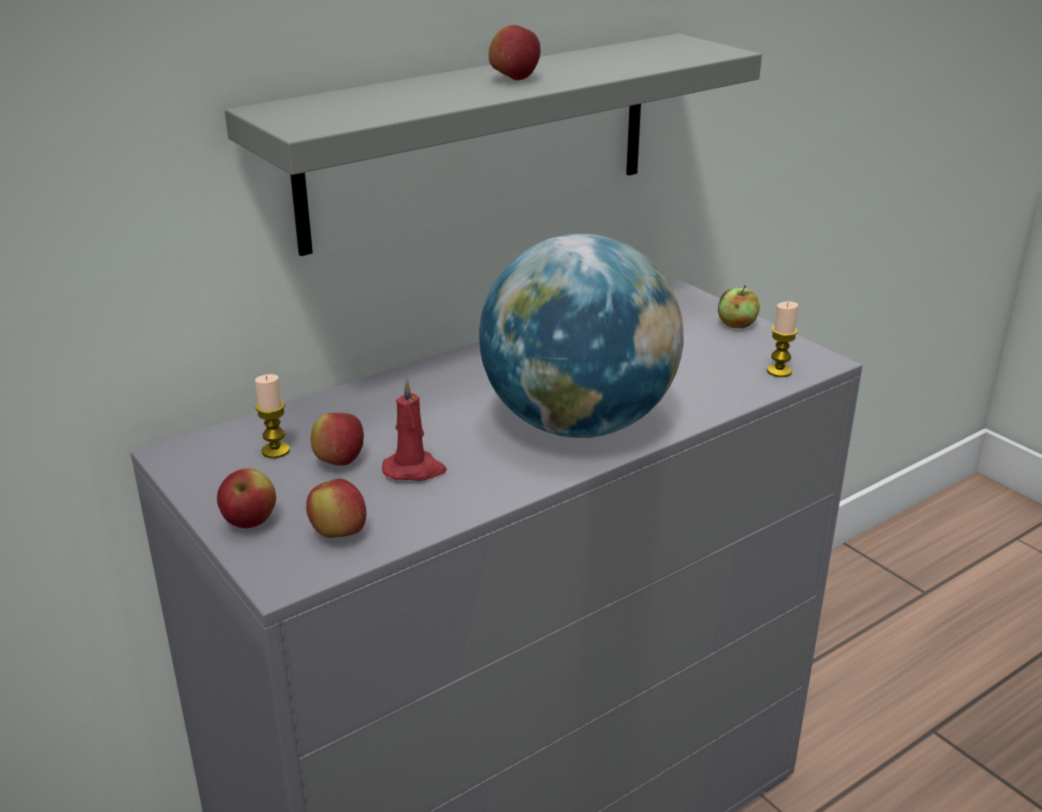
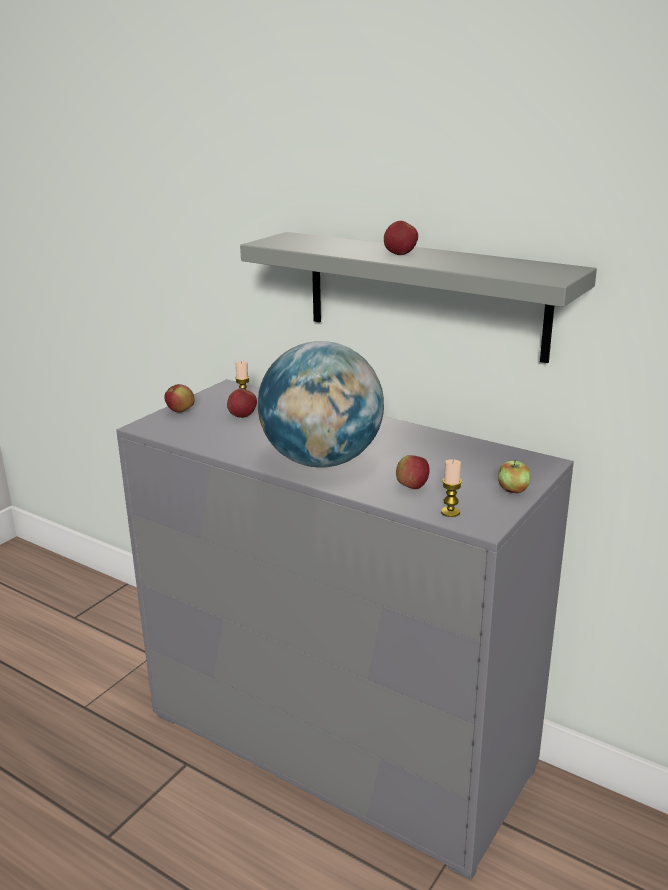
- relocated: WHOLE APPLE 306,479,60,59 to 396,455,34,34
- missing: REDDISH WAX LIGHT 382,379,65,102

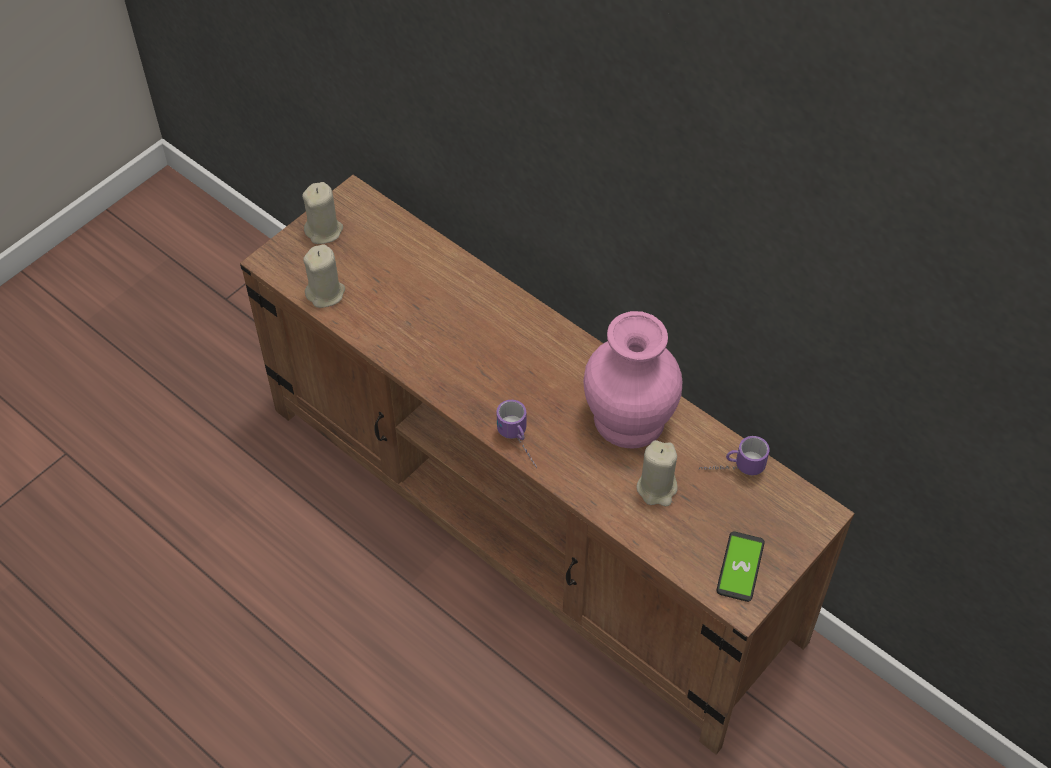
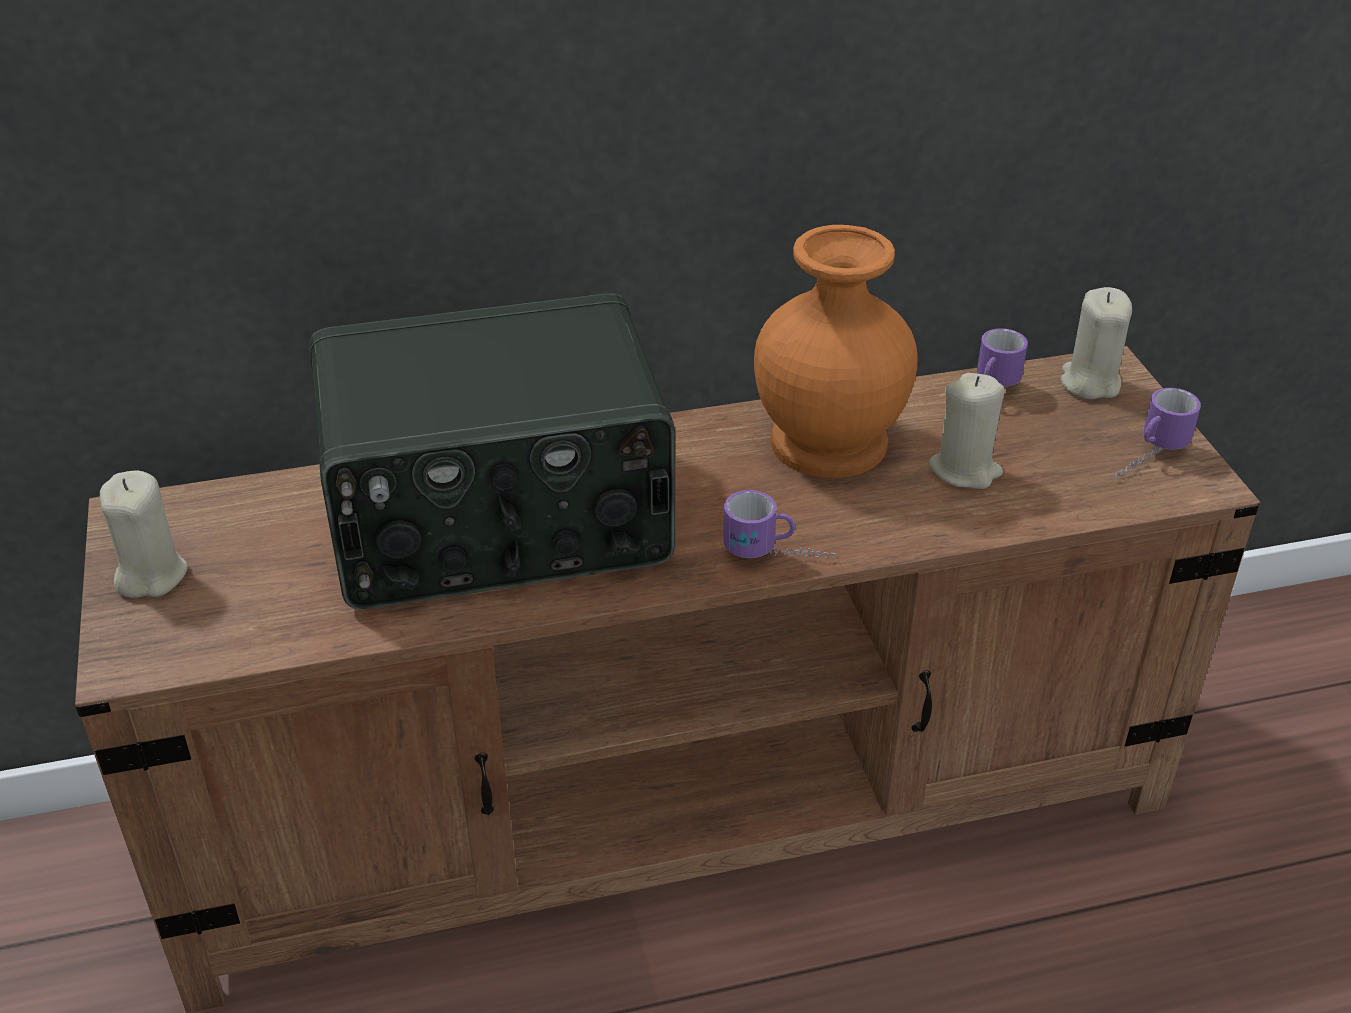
- appeared: RADIO 309,294,366,315
- colour: PINK-COLOURED DECORATIVE VASE 583,311,99,138 to ORANGEY DECORATIVE VASE 754,225,164,253
- relocated: SAND-COLOURED WAX LIGHT 303,244,42,64 to 1061,287,71,112
- exchanged: HANDSET 717,531,48,71 to MUG 1114,388,87,91

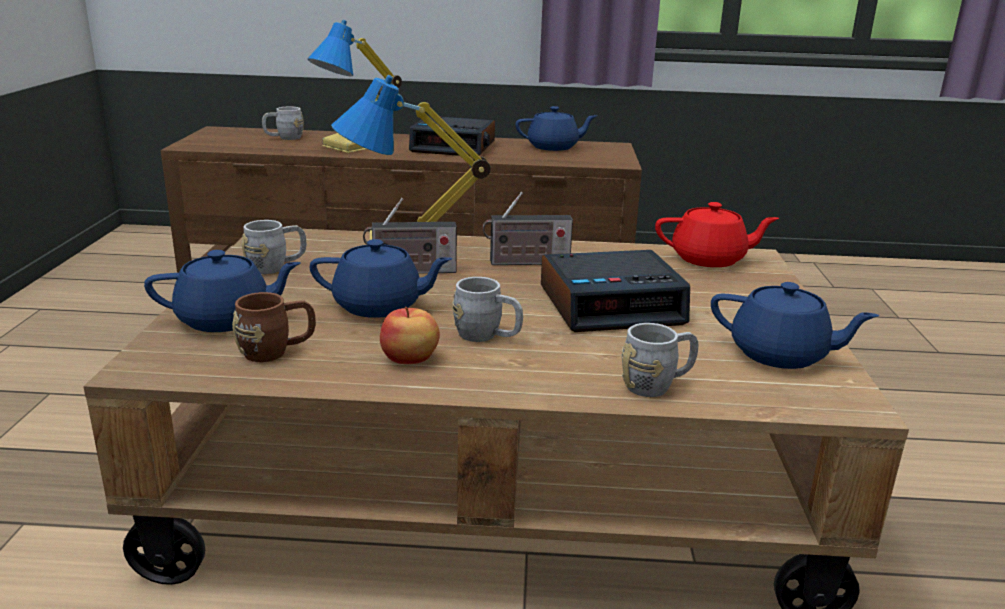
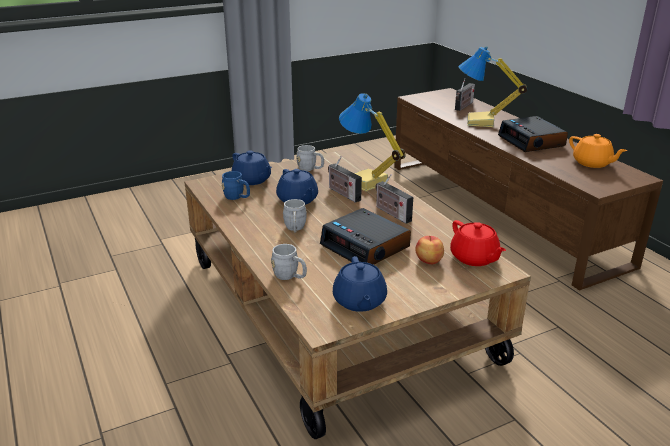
- colour: BROWNISH MUG 232,292,84,70 to BLUE MUG 221,171,29,29
- relocated: WHOLE APPLE 380,307,60,57 to 415,236,29,28
- exchanged: GRAY MUG 262,107,42,33 to RADIO 455,78,20,33
- colour: BLUE TEAPOT 515,106,82,45 to ORANGEY TEAPOT 569,134,58,34

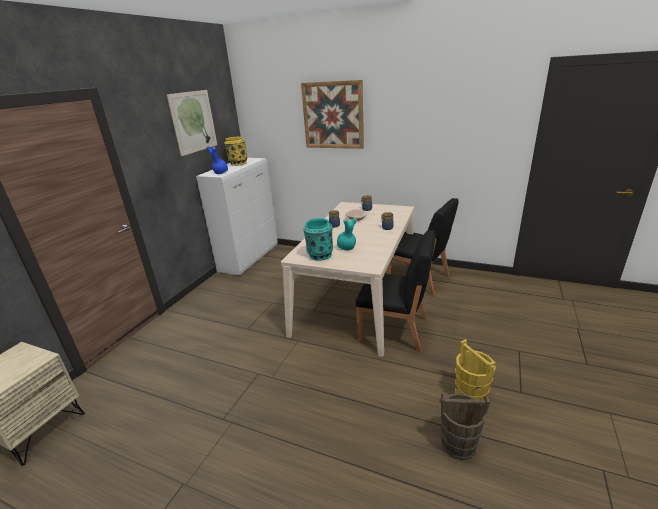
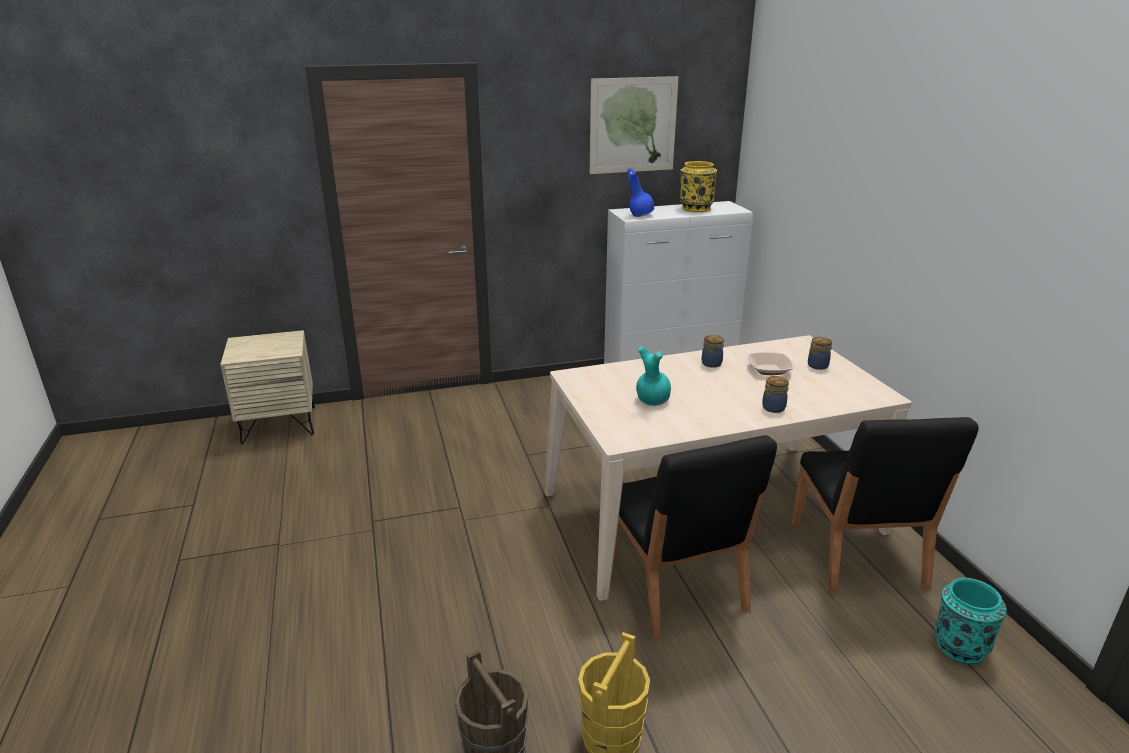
- relocated: TURQUOISE-COLOURED DECORATIVE VASE 303,218,30,43 to 934,578,73,86
- missing: PICTURE 301,80,63,69

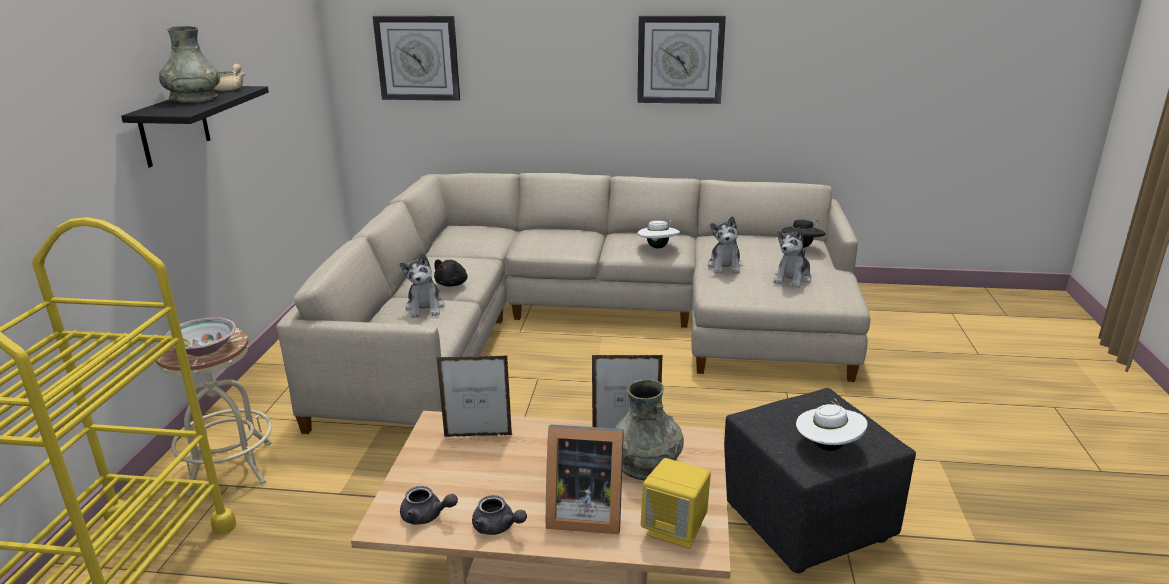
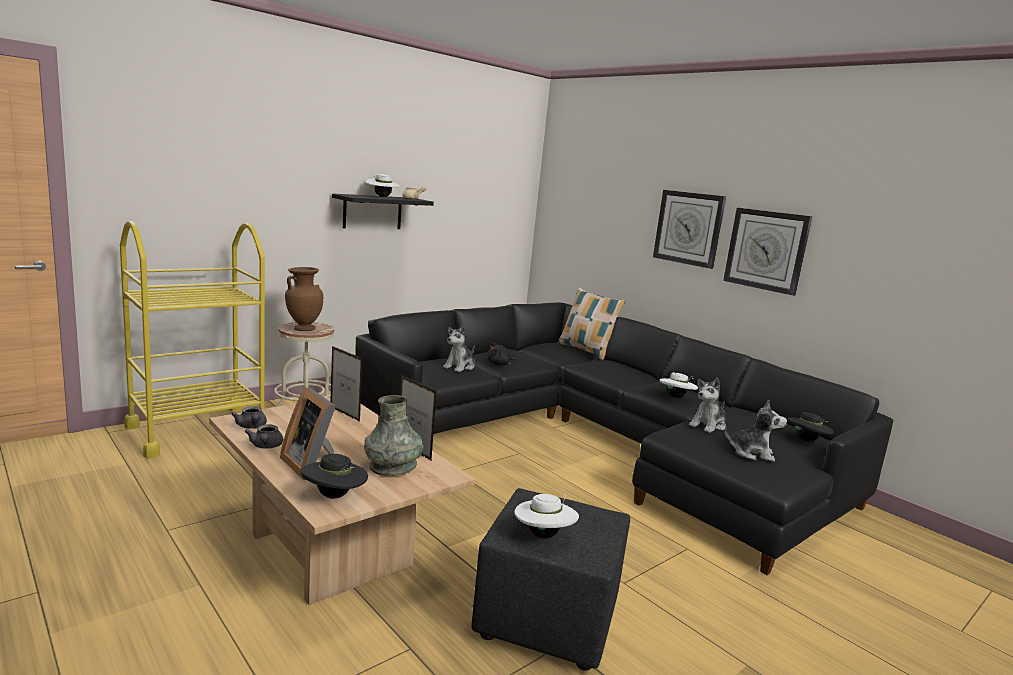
- exchanged: DEEP DISH 165,317,71,39 to BROWNISH DECORATIVE VASE 285,267,38,64
- exchanged: YELLOWISH SPEAKER 641,458,70,91 to BLACKISH CLOTHING HAT 301,454,67,45
- colour: SAND-COLOURED SETTEE 276,173,594,261 to BLACKISH SETTEE 355,302,538,273
- exchanged: GRAY DECORATIVE VASE 159,26,61,77 to WHITISH CLOTHING HAT 366,173,34,24
- appeared: THROW PILLOW 557,288,69,72
- relocated: HANGING CLOCK 372,16,88,85 to 653,190,73,79
- spun: SOFT TOY 773,227,39,61 = 725,400,62,62 150 degrees counterclockwise

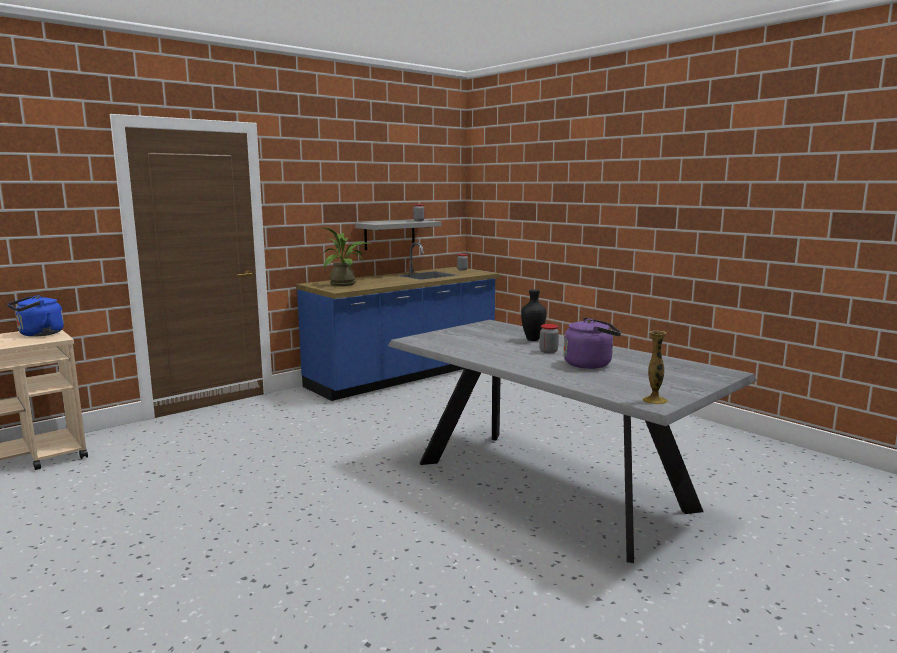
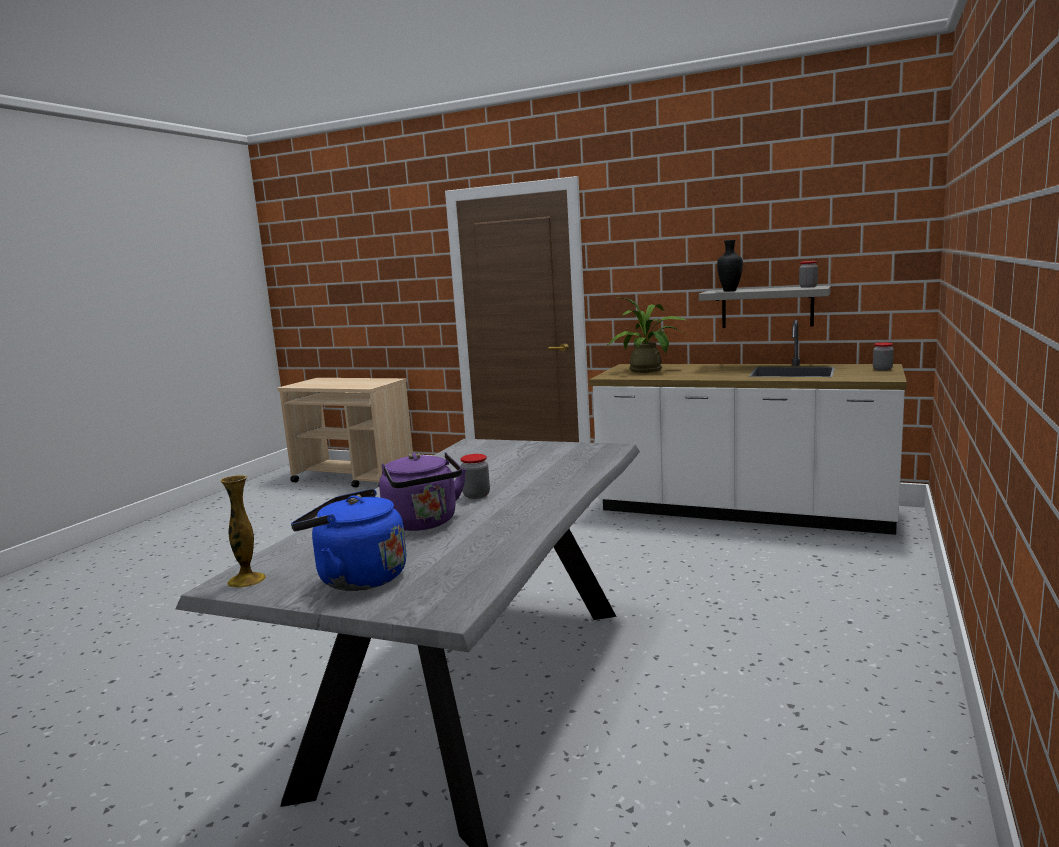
- relocated: BLUE WATER KETTLE 7,295,57,42 to 291,489,115,102
- colour: BLUE KITCHEN BASE UNIT 296,242,203,159 to WHITISH KITCHEN BASE UNIT 589,320,318,215
- relocated: BLACKISH DECORATIVE VASE 521,289,25,52 to 717,240,26,51

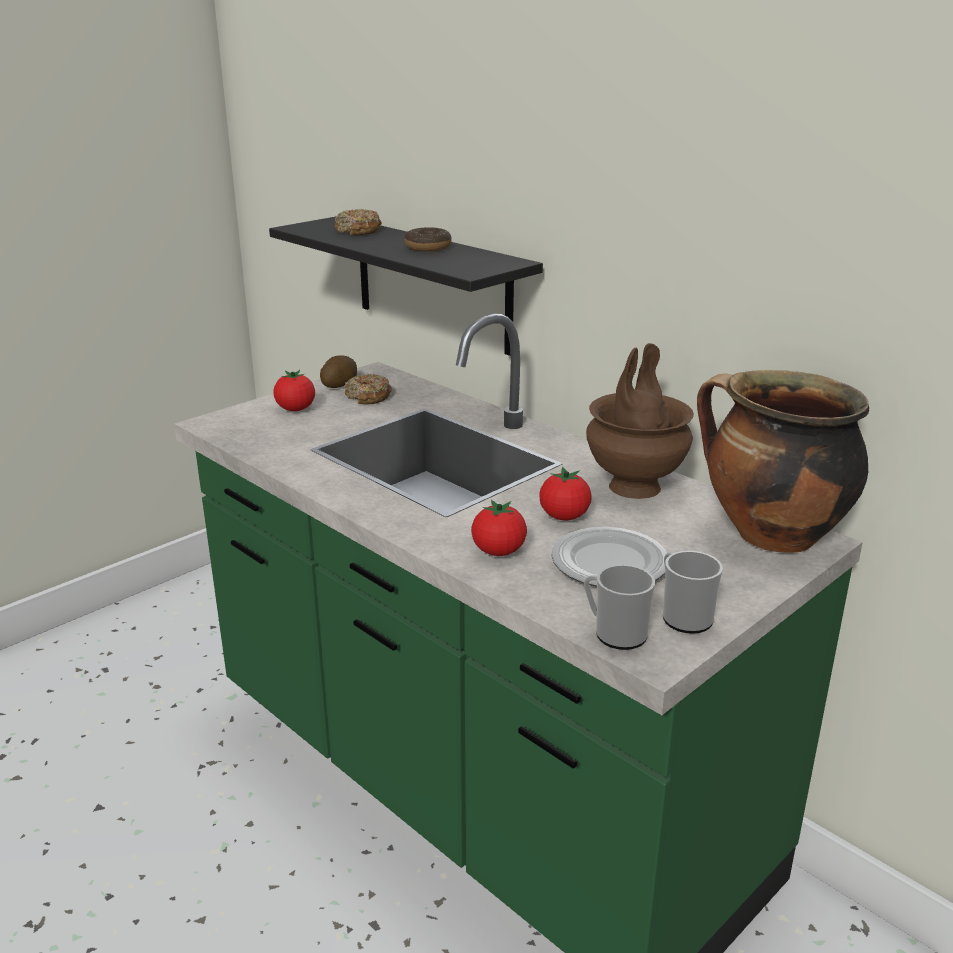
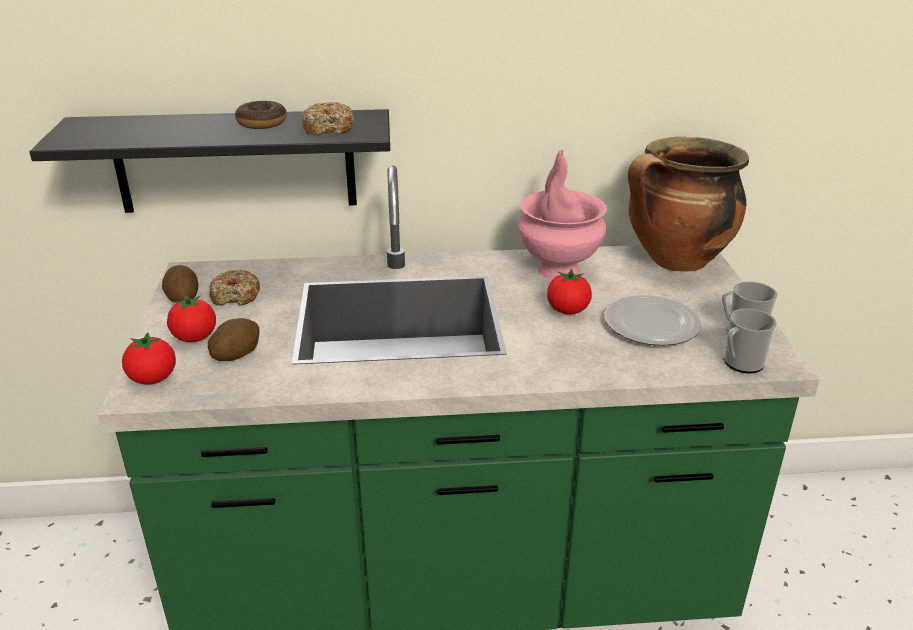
- relocated: TOMATO 471,500,56,56 to 122,332,54,53
- appeared: WHOLE POTATO 208,318,52,43
- relocated: DOUGHNUT 335,209,47,26 to 302,102,52,34
- colour: BROWNISH DECORATIVE VASE 586,343,108,156 to PINK-COLOURED DECORATIVE VASE 518,150,89,129

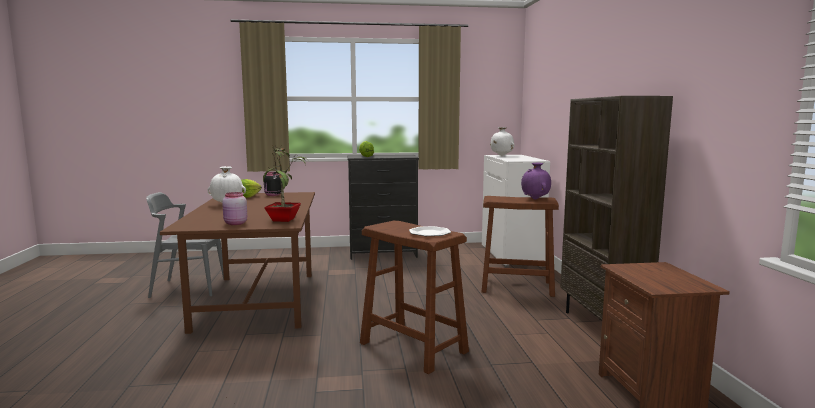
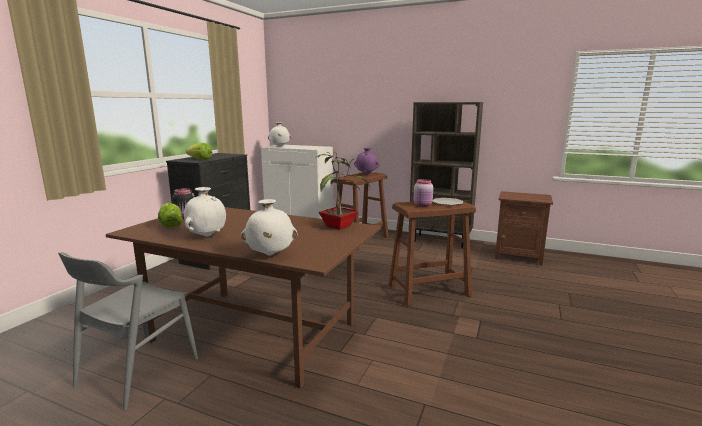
- appeared: WHITISH DECORATIVE VASE 241,199,56,57
- relocated: PINK-COLOURED JAR 222,192,25,33 to 414,179,19,28

